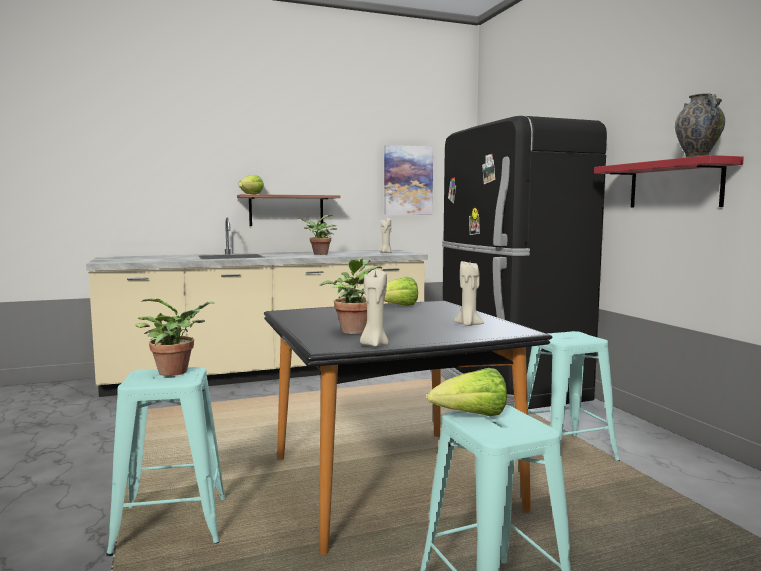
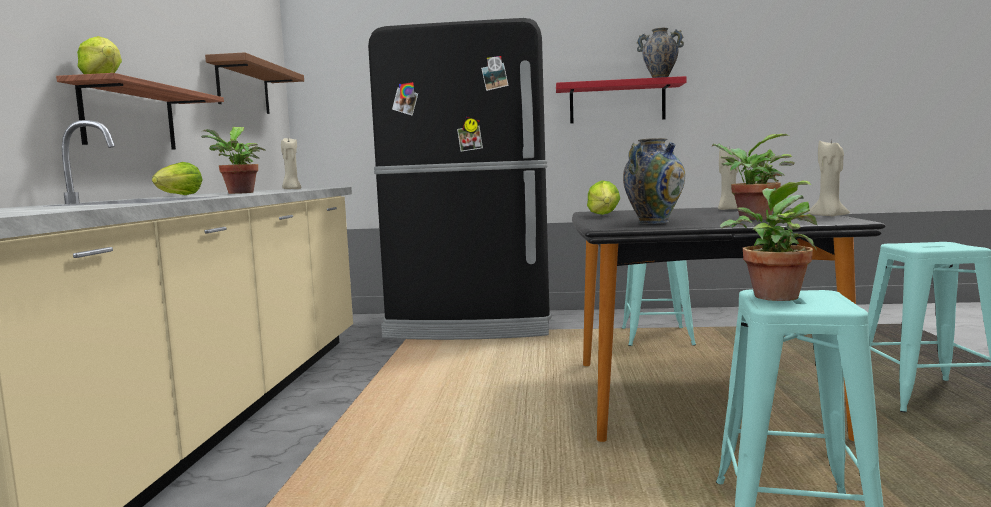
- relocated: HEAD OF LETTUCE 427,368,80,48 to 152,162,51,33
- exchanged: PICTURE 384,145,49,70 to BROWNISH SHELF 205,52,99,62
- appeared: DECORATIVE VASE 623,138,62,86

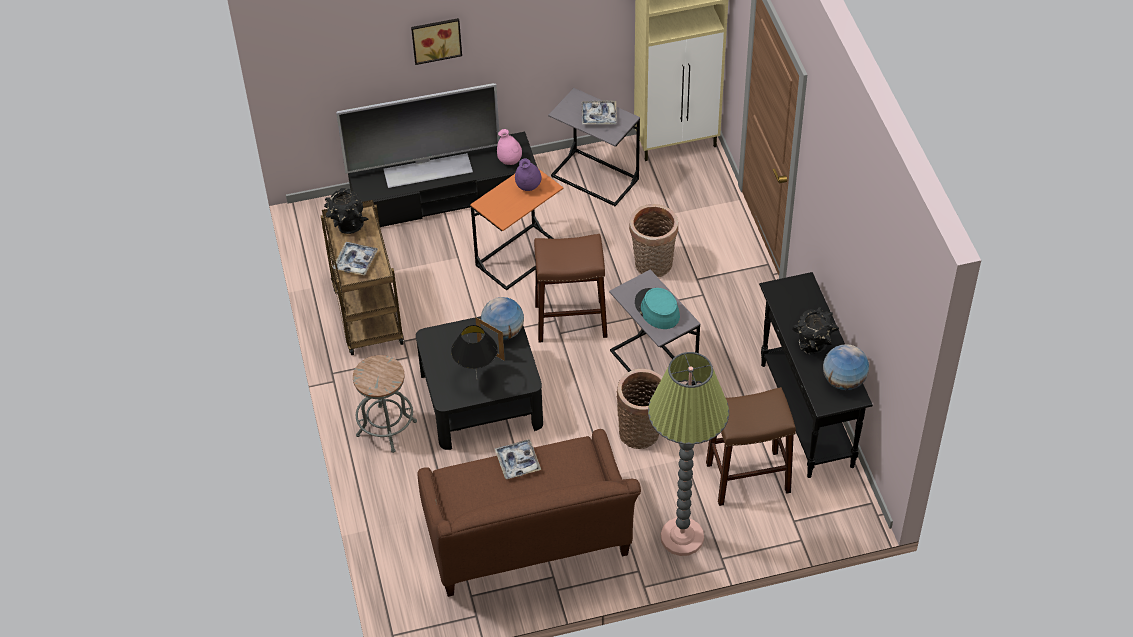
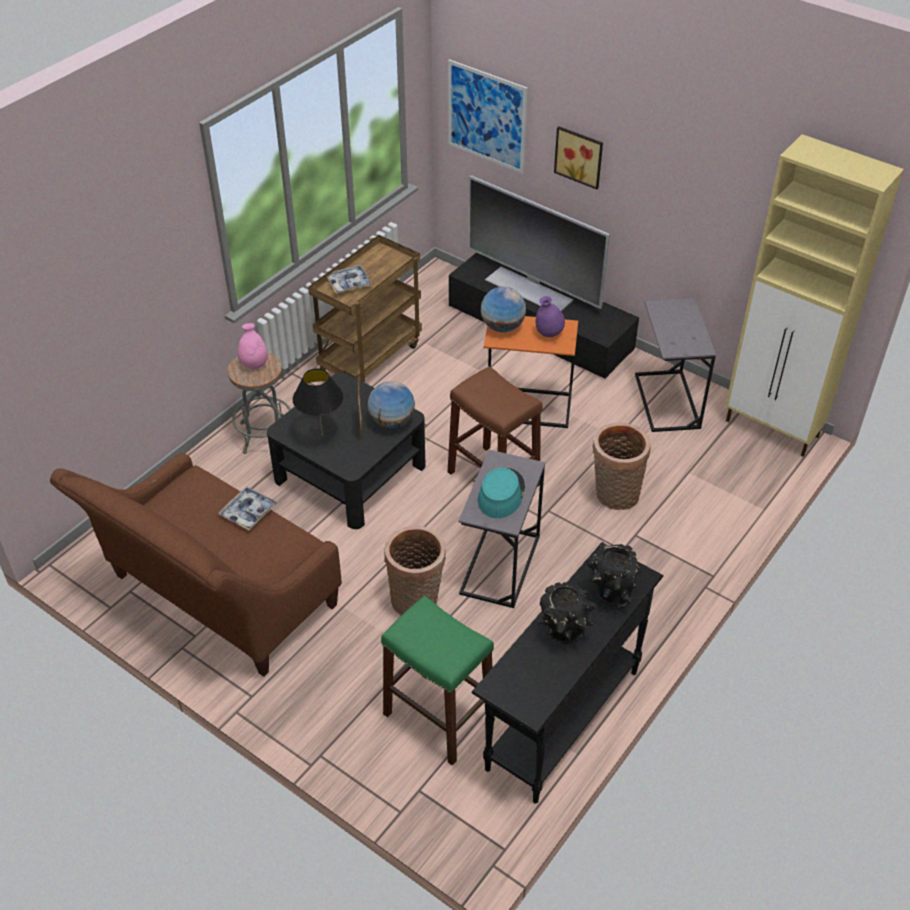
- relocated: PINK-COLOURED DECORATIVE VASE 497,129,25,36 to 238,323,30,46
- colour: BROWNISH STOOL SEAT 706,387,90,119 to GREENISH STOOL SEAT 381,596,114,170
- appeared: PICTURE 448,59,80,115
- relocated: WORLD GLOBE 823,344,46,46 to 481,287,45,45
- relocated: BLACKISH DECORATIVE VASE 324,188,44,46 to 586,542,56,65
- missing: SERVING TRAY 582,101,35,24
- missing: FLOOR LAMP 648,352,81,204

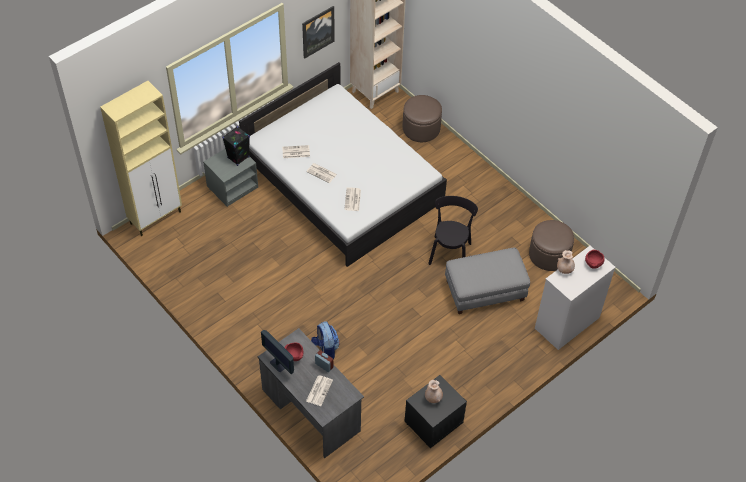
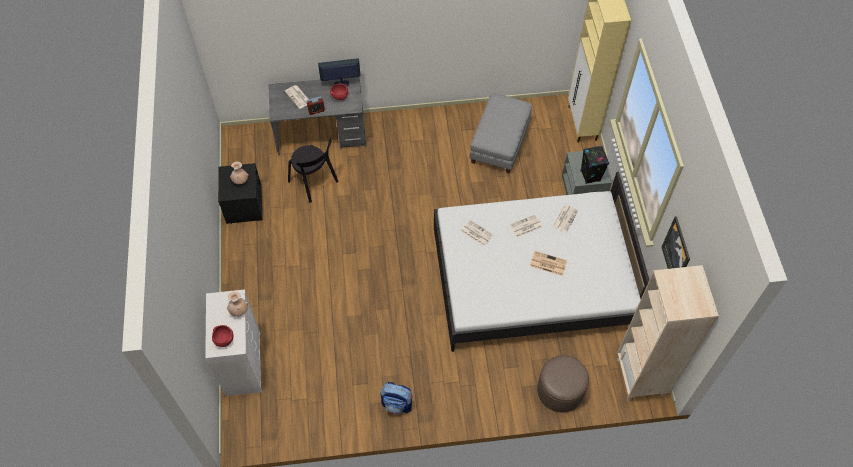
- relocated: BLACKISH UPRIGHT CHAIR 428,196,50,69 to 288,138,51,65
- relocated: BACKPACK 311,321,29,38 to 380,382,33,33
- relocated: GRAY OTTOMAN 445,248,85,66 to 469,93,63,80
- appeared: DAILY PAPER 530,251,37,25
- missing: BROWNISH OTTOMAN 529,220,45,51

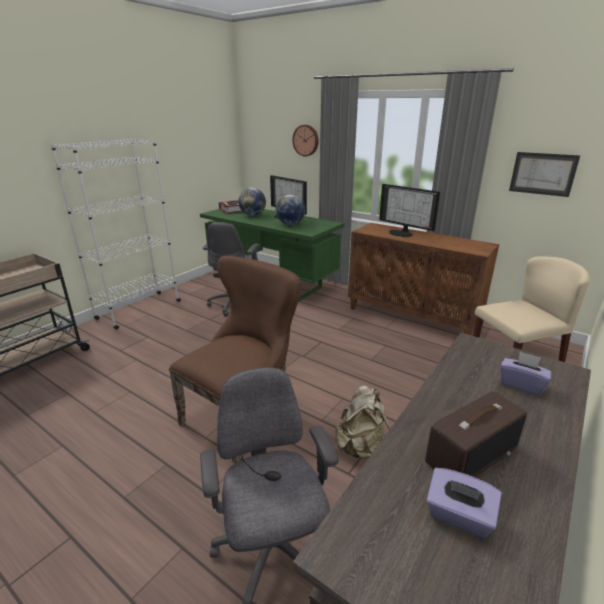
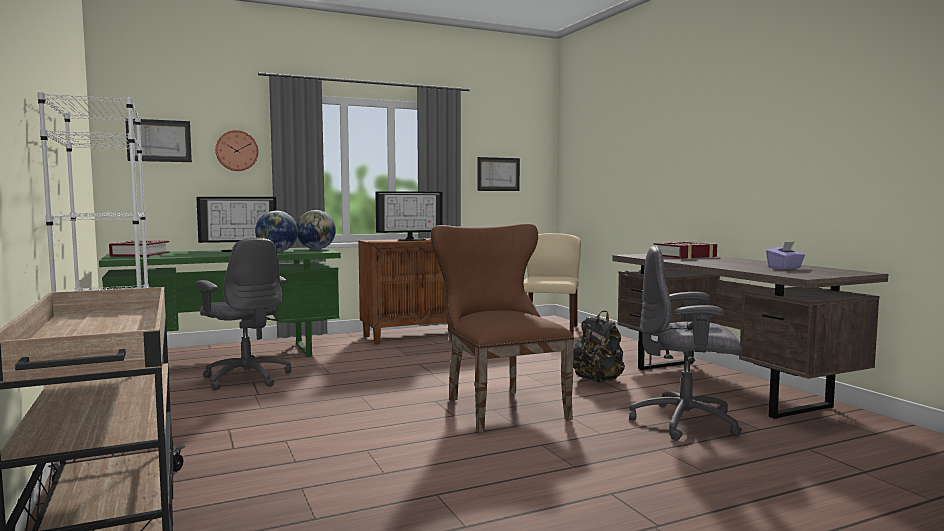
- appeared: PICTURE 125,118,67,44
- relocated: WORLD GLOBE 239,188,27,28 to 297,210,39,40
- colour: SAND-COLOURED BACKPACK 335,385,55,74 to BLACKISH BACKPACK 573,311,52,72
- exchanged: PURPLE-COLOURED TISSUE BOX 500,351,51,45 to BOUND BOOK 654,241,63,18
- missing: RADIO 425,391,102,86

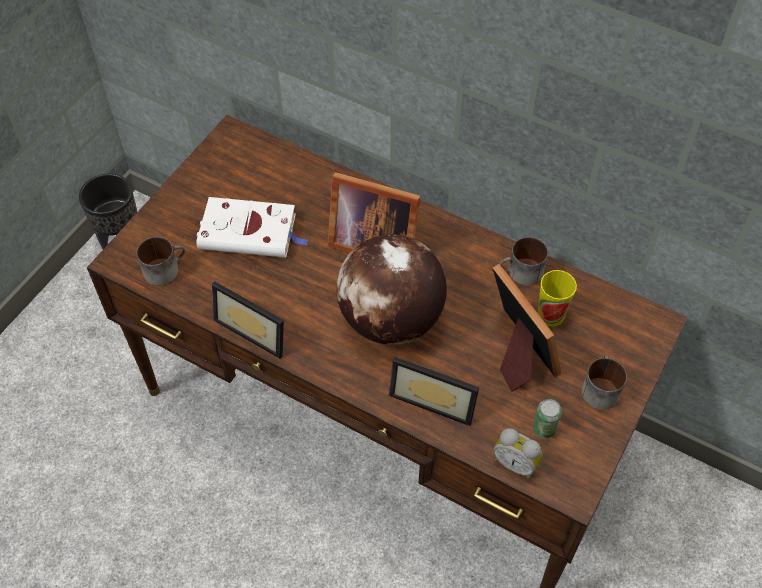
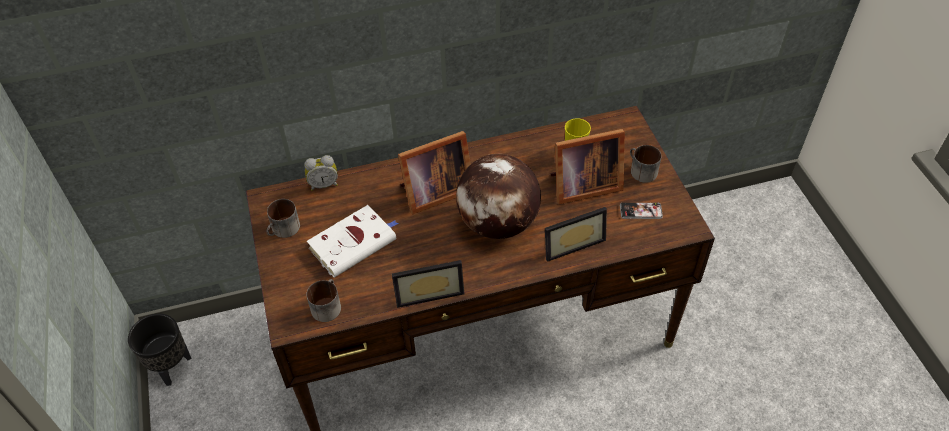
- relocated: MUG 499,237,49,49 to 266,199,34,39
- relocated: BEDSIDE CLOCK 493,428,50,51 to 304,155,34,36
- spun: PICTURE FRAME 492,264,69,128 = 550,129,75,75 150 degrees clockwise
- exchanged: CAN 533,399,29,39 to HANDSET 620,203,43,16

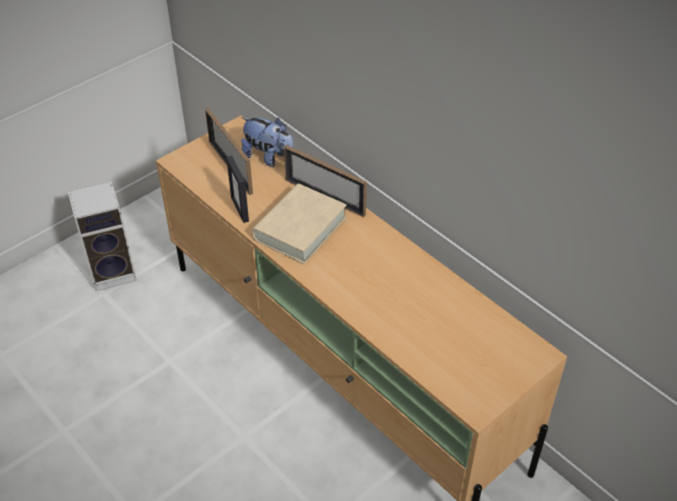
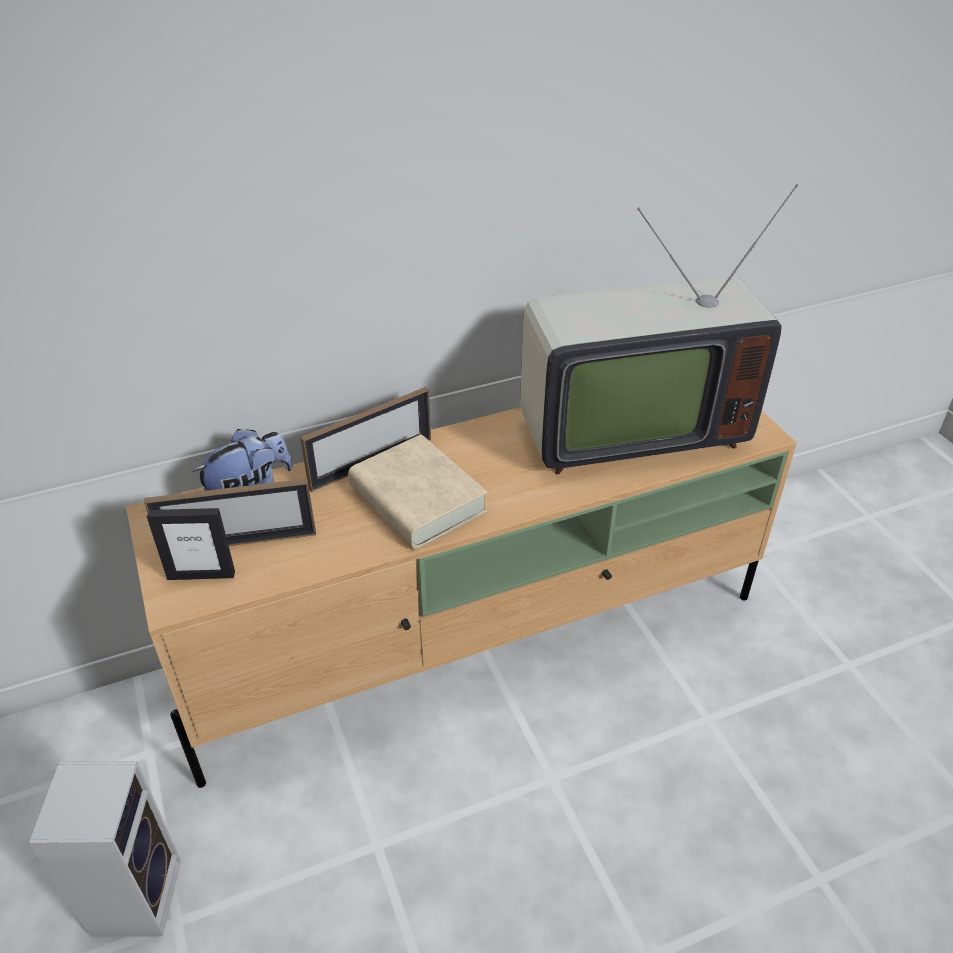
- relocated: PICTURE FRAME 226,156,23,67 to 147,508,88,72
- appeared: TV SET 520,184,278,290

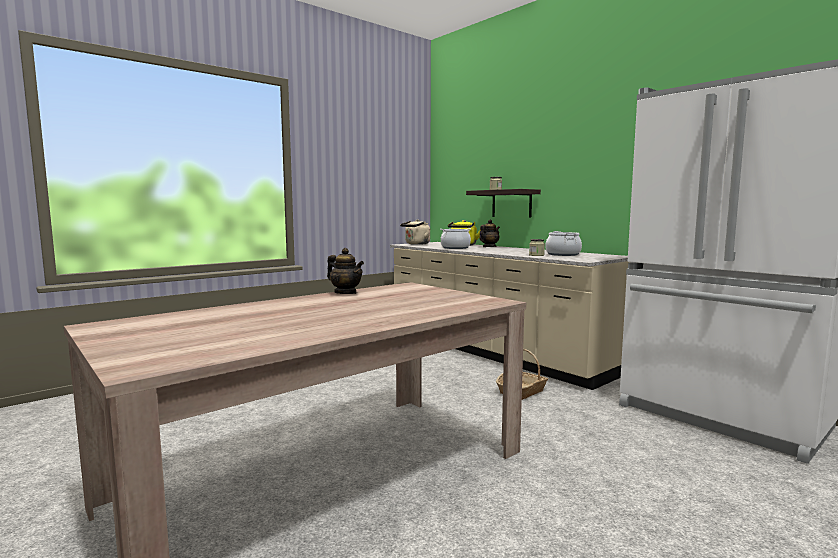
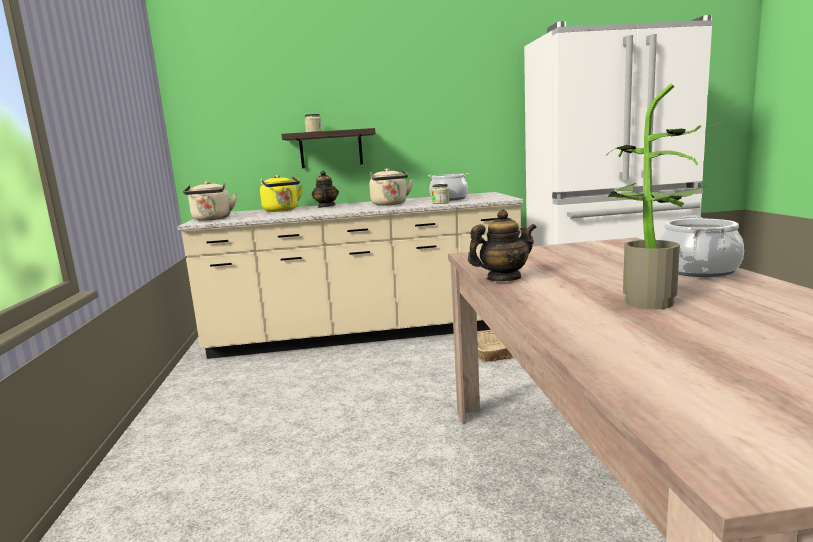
- appeared: SAND-COLOURED WATER KETTLE 369,168,44,38
- appeared: POTTED PLANT 608,83,118,227
- relocated: STOCKPOT 440,228,31,21 to 659,215,85,62

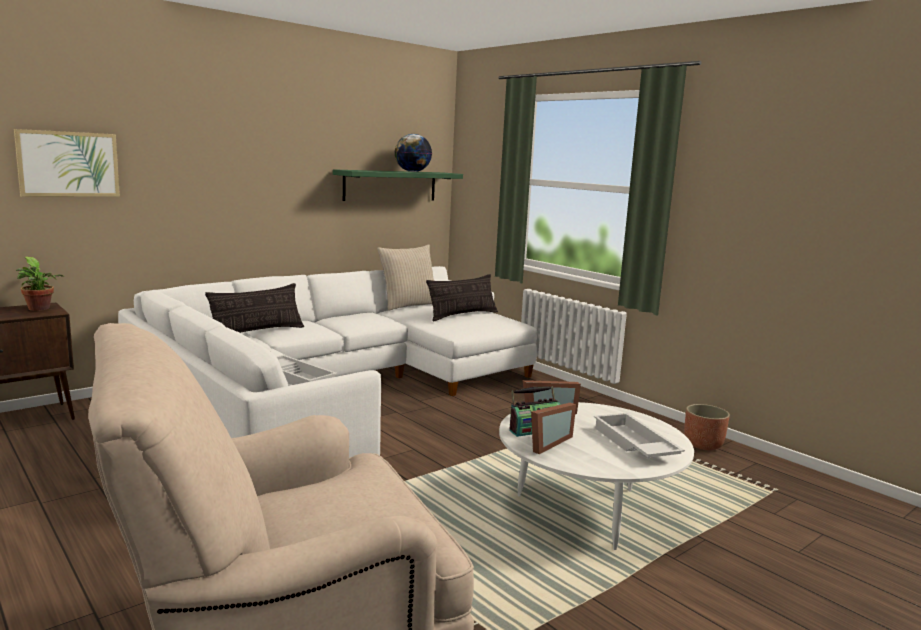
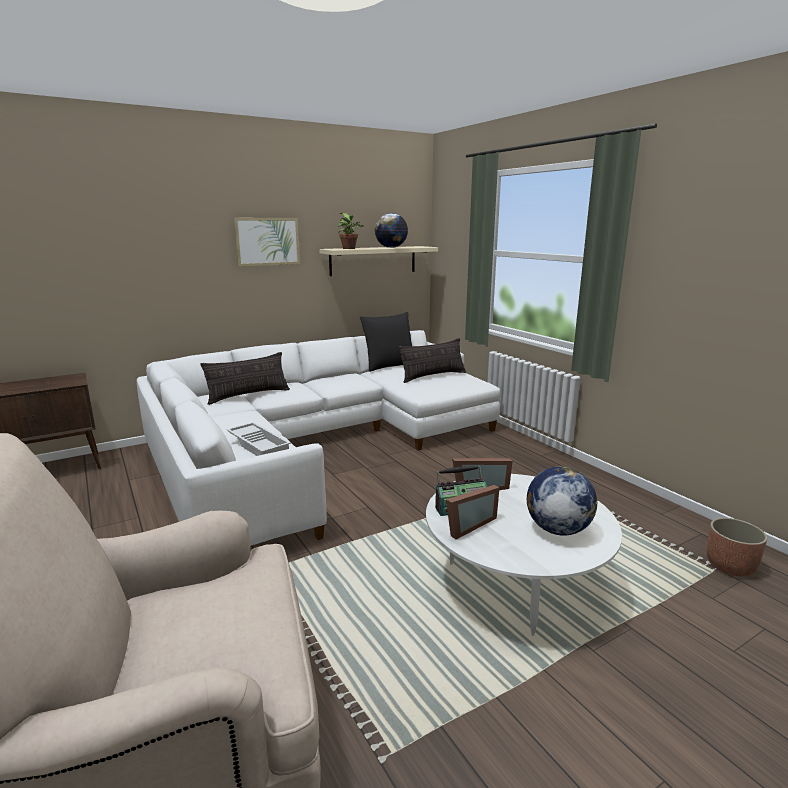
- relocated: PICTURE 14,129,106,68 to 233,218,67,49
- colour: GREENISH SHELF 333,169,130,32 to SAND-COLOURED SHELF 319,246,119,30
- relocated: POTTED PLANT 16,257,48,54 to 338,213,26,36
- colour: SAND-COLOURED THROW PILLOW 377,244,57,67 to BLACKISH THROW PILLOW 360,312,52,60
- exchanged: WHITISH SERVING TRAY 594,413,91,45 to WORLD GLOBE 527,467,70,68
- relocated: FLOWER POT 684,404,46,46 to 707,518,61,59

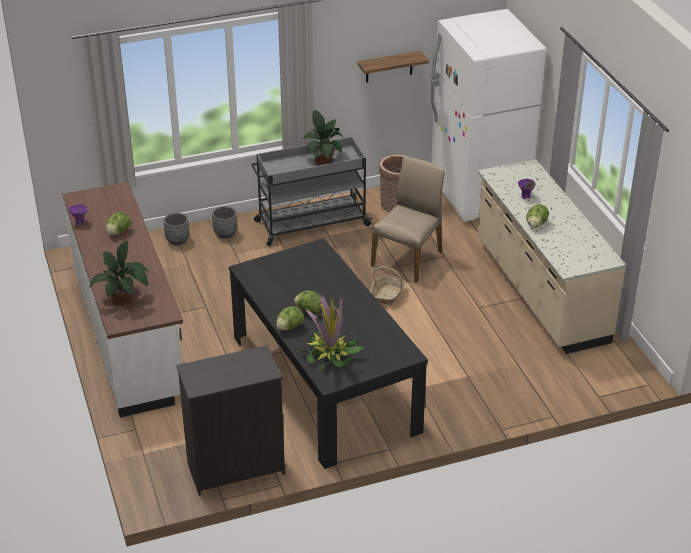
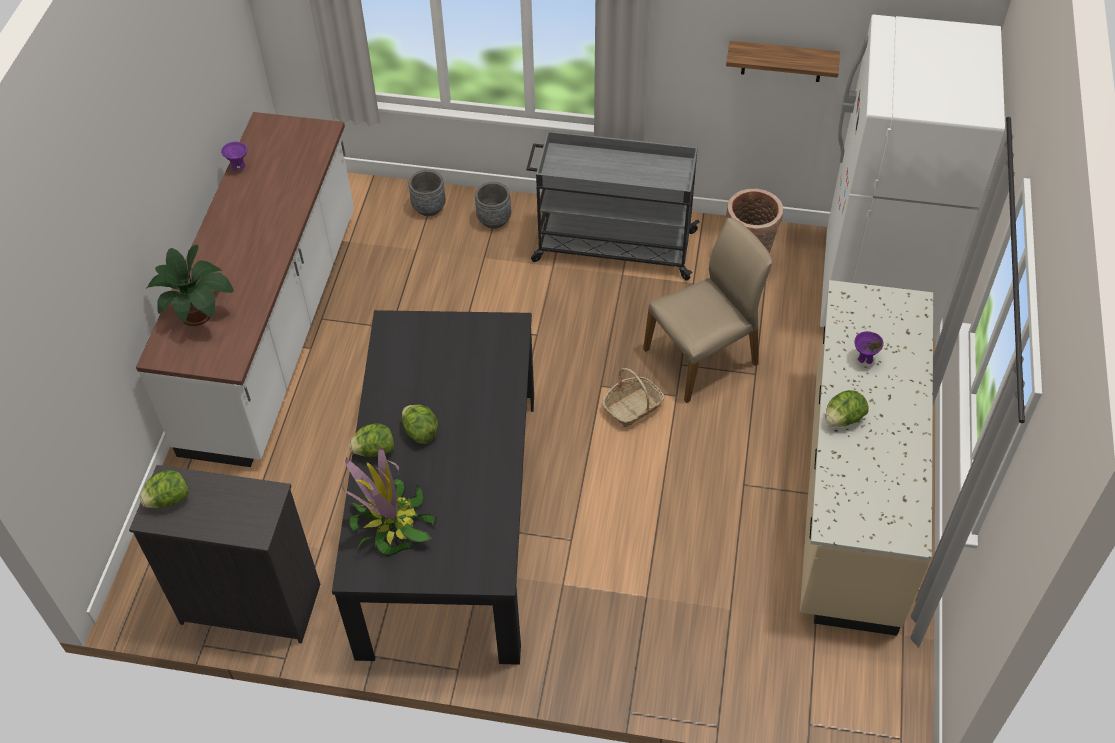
- relocated: HEAD OF LETTUCE 106,212,25,23 to 140,470,49,38
- missing: POTTED PLANT 300,110,43,55

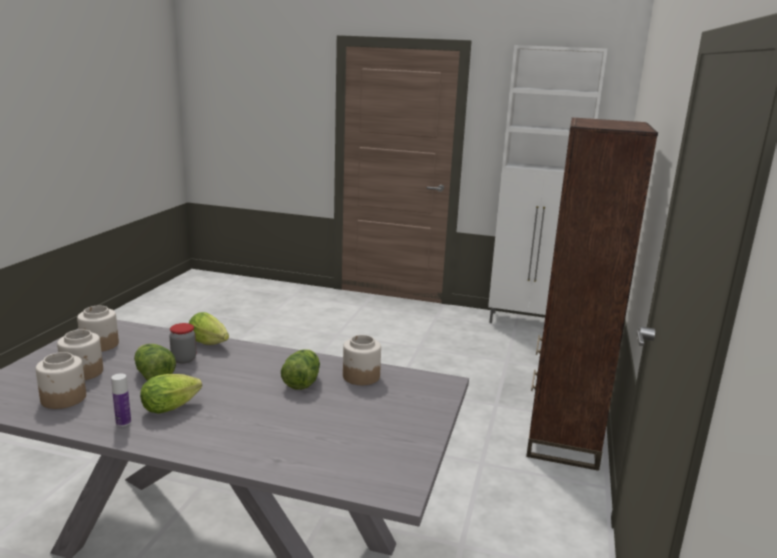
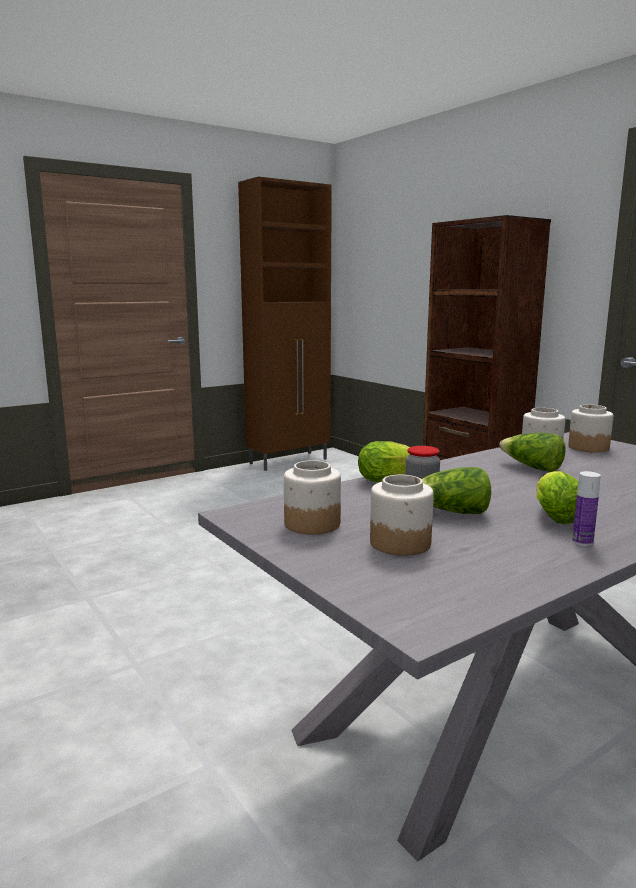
- colour: WHITISH STORAGE CABINET 488,45,120,278 to BROWNISH STORAGE CABINET 238,177,94,294
- relocated: JAR 36,352,50,57 to 568,405,45,48

